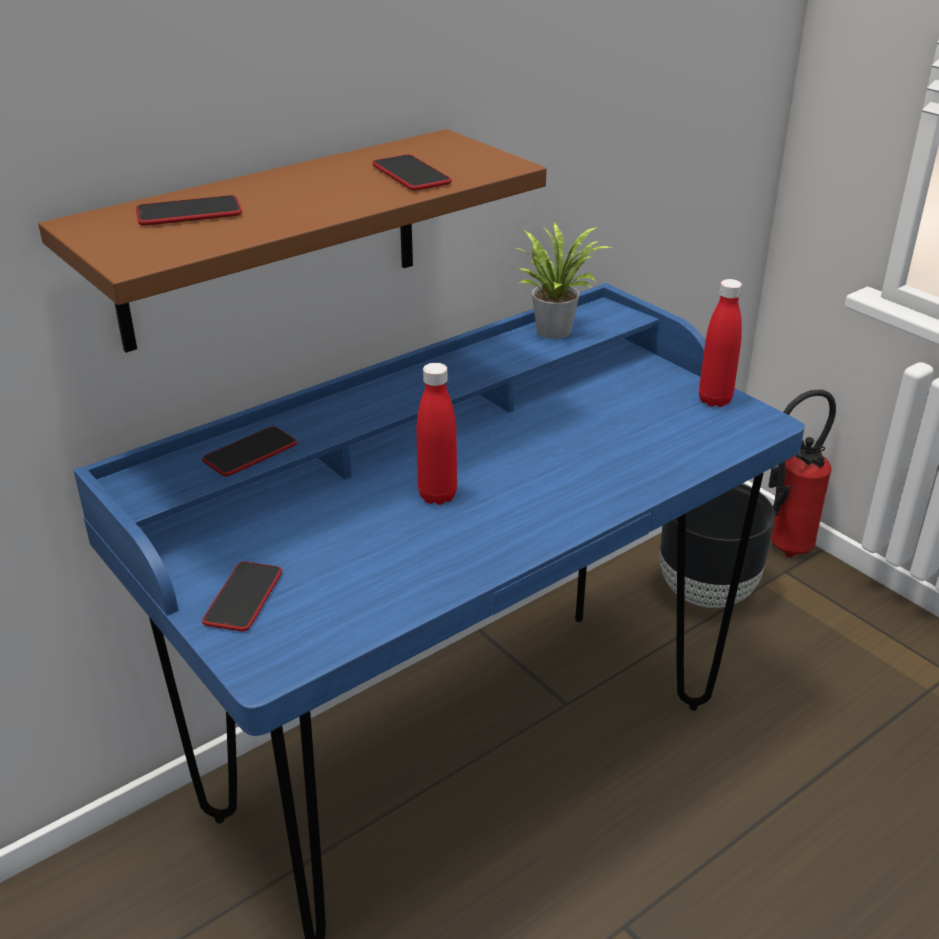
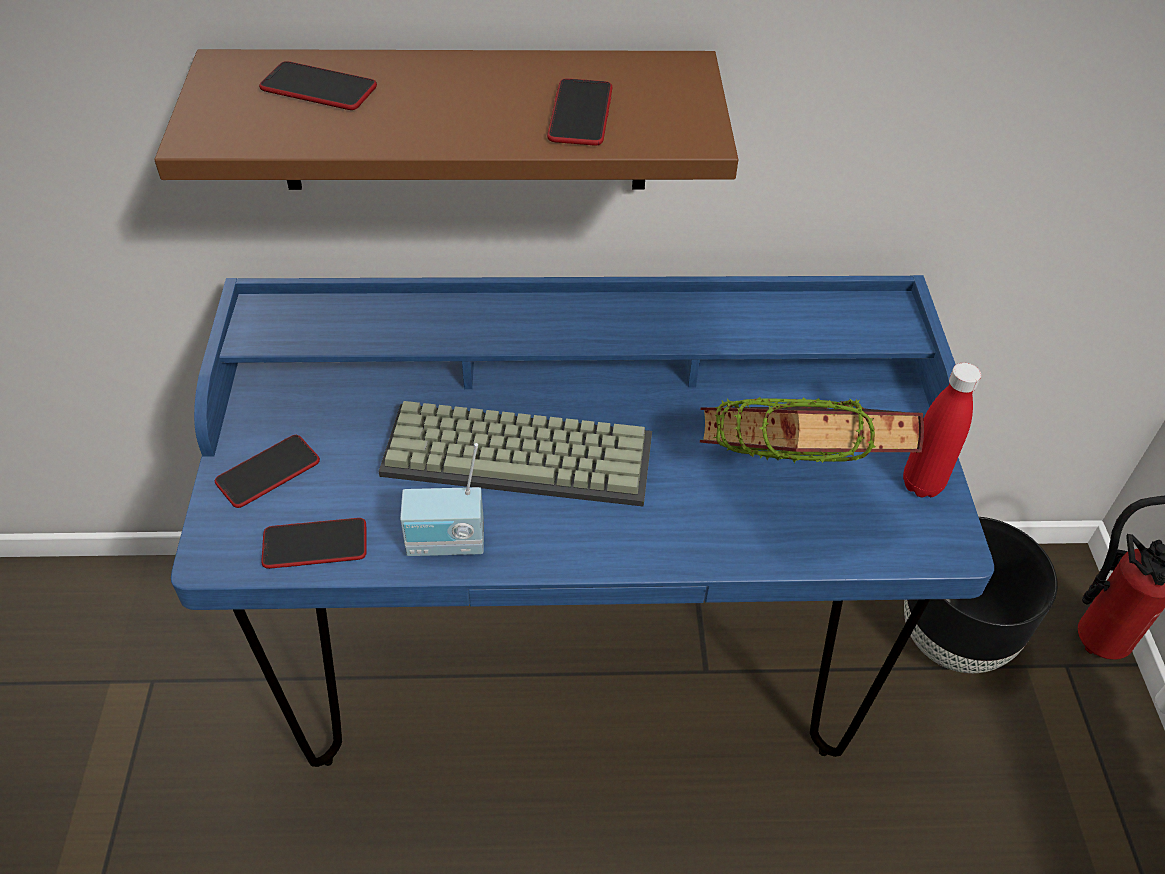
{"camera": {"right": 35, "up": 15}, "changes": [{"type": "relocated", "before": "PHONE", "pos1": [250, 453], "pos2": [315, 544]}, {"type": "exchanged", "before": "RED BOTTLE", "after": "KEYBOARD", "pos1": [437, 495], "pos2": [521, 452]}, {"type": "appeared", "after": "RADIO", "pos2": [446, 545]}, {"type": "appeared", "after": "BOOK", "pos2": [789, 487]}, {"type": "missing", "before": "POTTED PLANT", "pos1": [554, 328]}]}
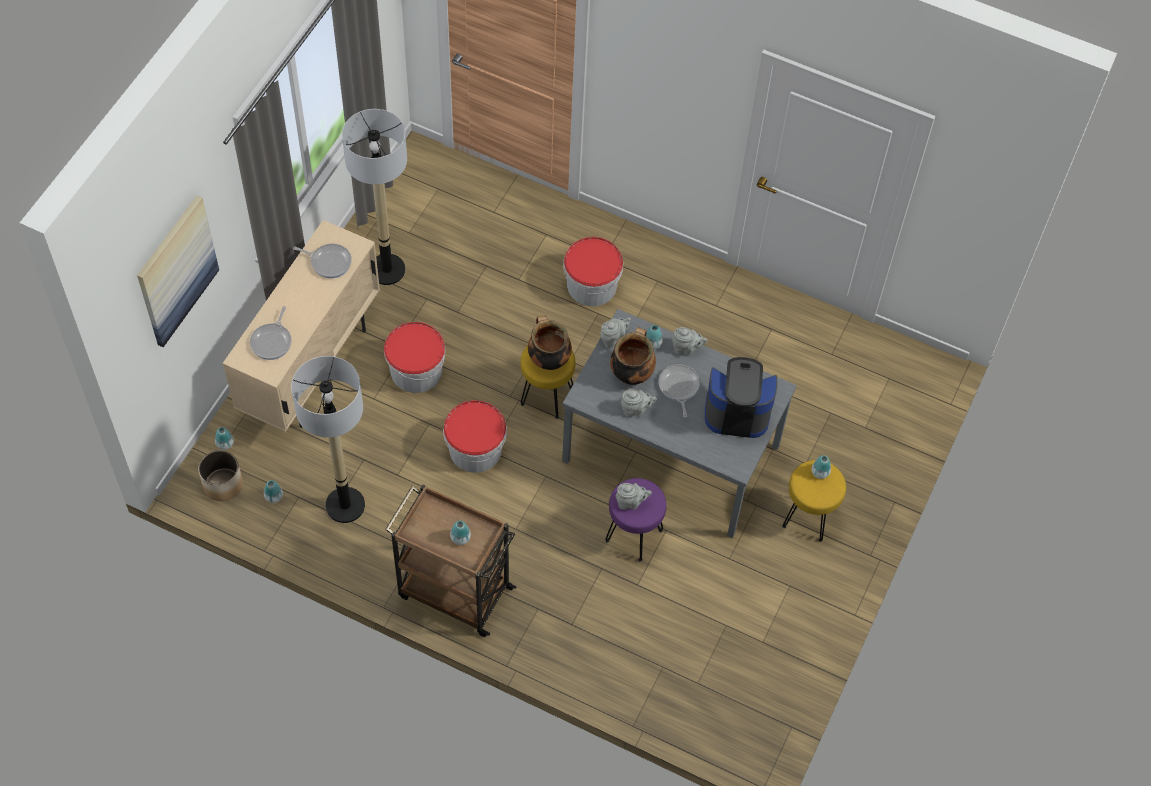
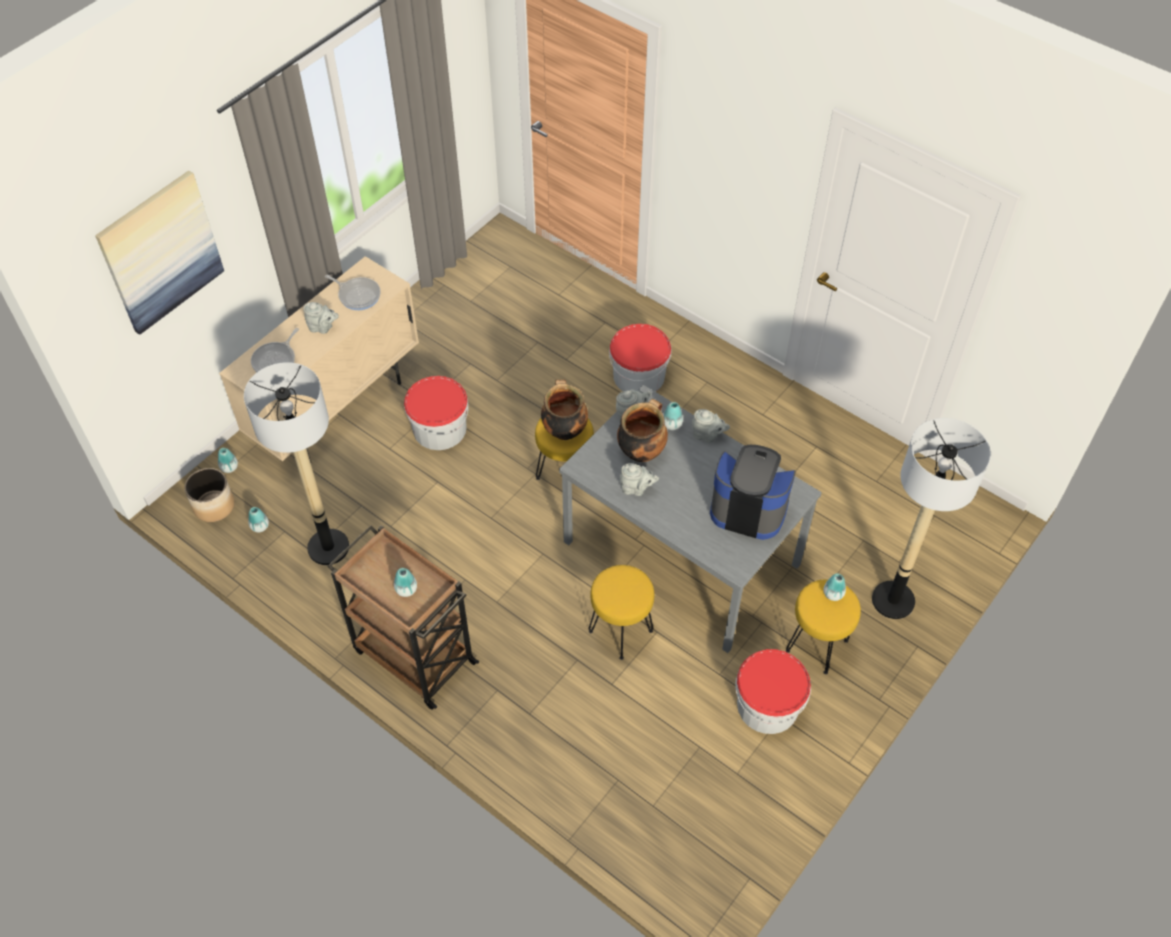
{"camera": {"right": 15, "up": -5}, "changes": [{"type": "relocated", "before": "GREY TEAPOT", "pos1": [630, 502], "pos2": [322, 328]}, {"type": "colour", "before": "PURPLE STOOL", "after": "YELLOW STOOL", "pos1": [633, 535], "pos2": [619, 631]}, {"type": "relocated", "before": "BUCKET", "pos1": [475, 449], "pos2": [767, 705]}, {"type": "relocated", "before": "FLOOR LAMP", "pos1": [386, 270], "pos2": [892, 600]}, {"type": "missing", "before": "FRYING PAN", "pos1": [678, 387]}]}
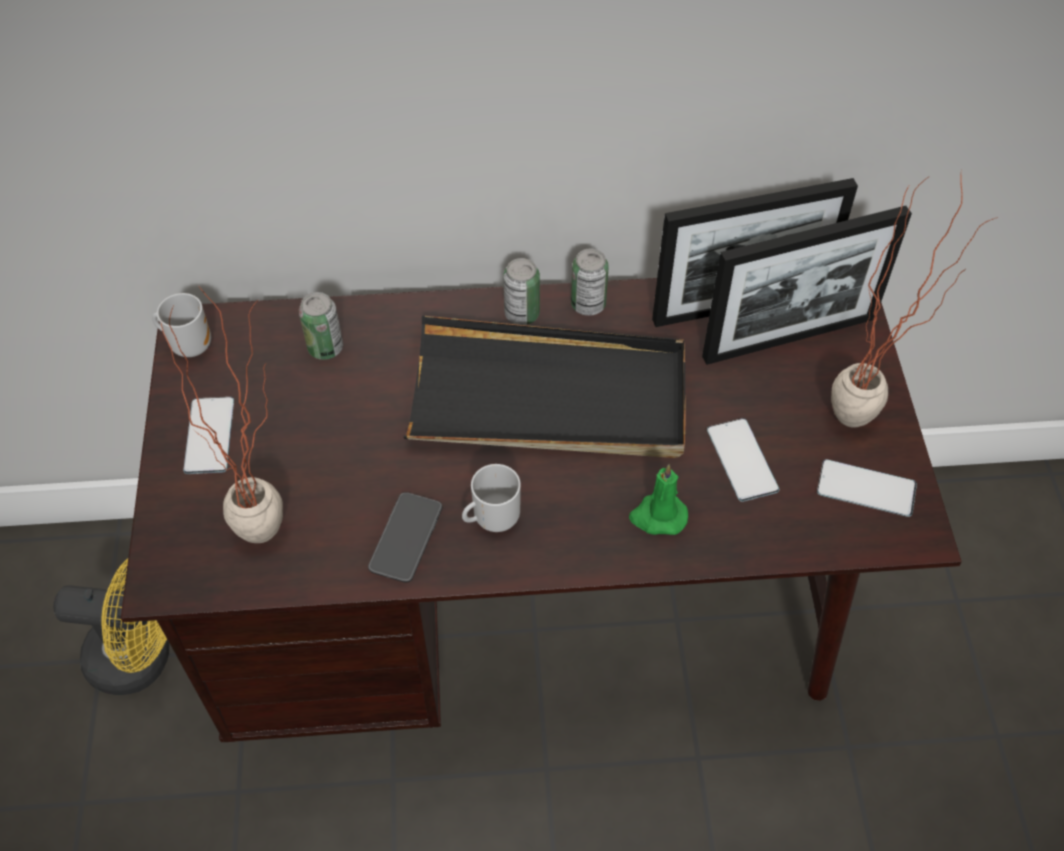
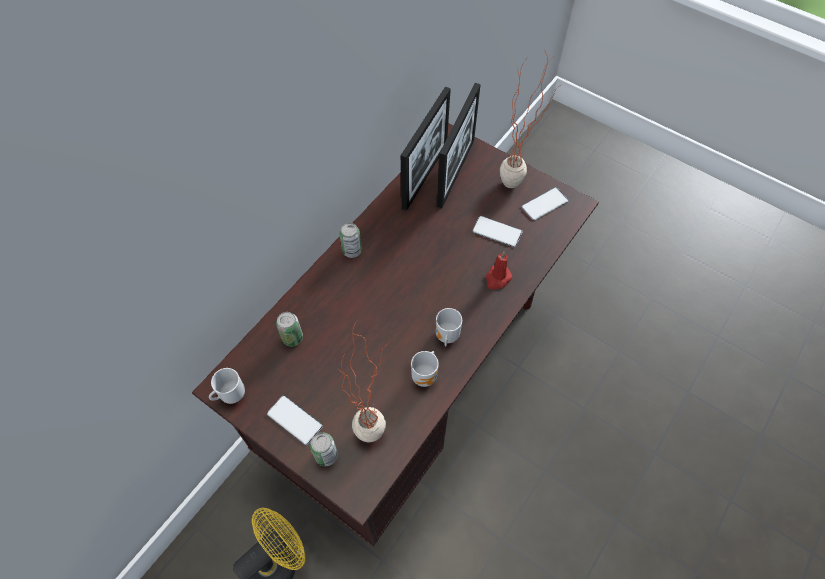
{"camera": {"right": -50, "up": 5}, "changes": [{"type": "relocated", "before": "CAN", "pos1": [588, 304], "pos2": [326, 455]}, {"type": "exchanged", "before": "PHONE", "after": "MUG", "pos1": [406, 538], "pos2": [426, 376]}, {"type": "colour", "before": "GREEN CANDLE", "after": "RED CANDLE", "pos1": [658, 516], "pos2": [497, 278]}, {"type": "missing", "before": "BLACK TRAY", "pos1": [549, 397]}]}
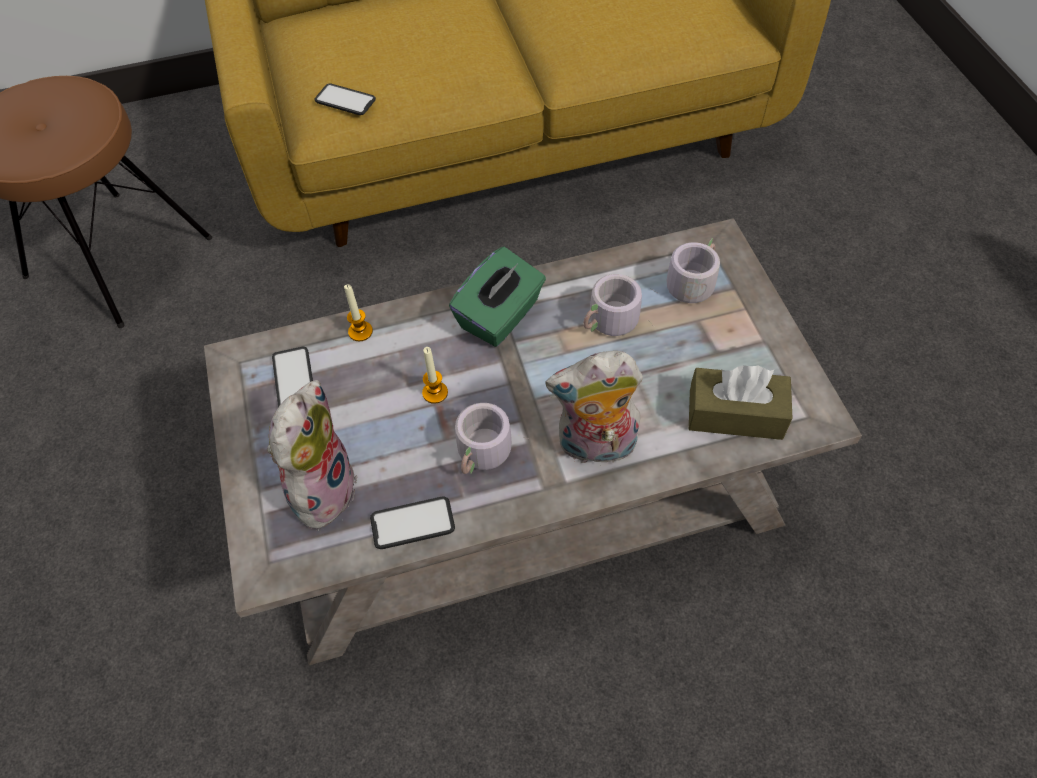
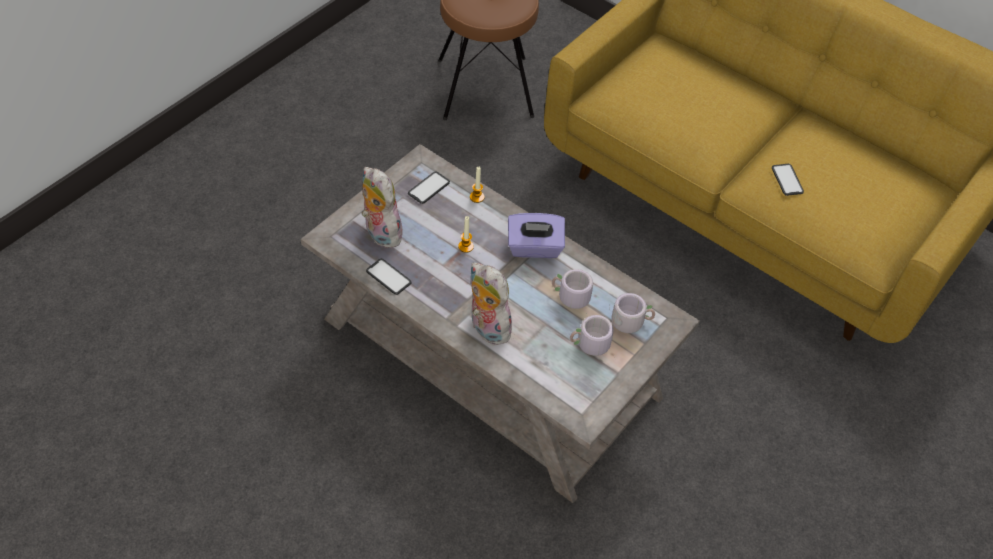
{"camera": {"right": 50, "up": -5}, "changes": [{"type": "spun", "before": "PLUSH TOY", "pos1": [321, 488], "pos2": [380, 233], "turn": -105}, {"type": "colour", "before": "GREEN TISSUE BOX", "after": "PURPLE TISSUE BOX", "pos1": [500, 316], "pos2": [534, 248]}, {"type": "relocated", "before": "GREY MUG", "pos1": [484, 455], "pos2": [590, 346]}, {"type": "relocated", "before": "PHONE", "pos1": [345, 100], "pos2": [787, 180]}, {"type": "missing", "before": "BROWN TISSUE BOX", "pos1": [735, 414]}]}
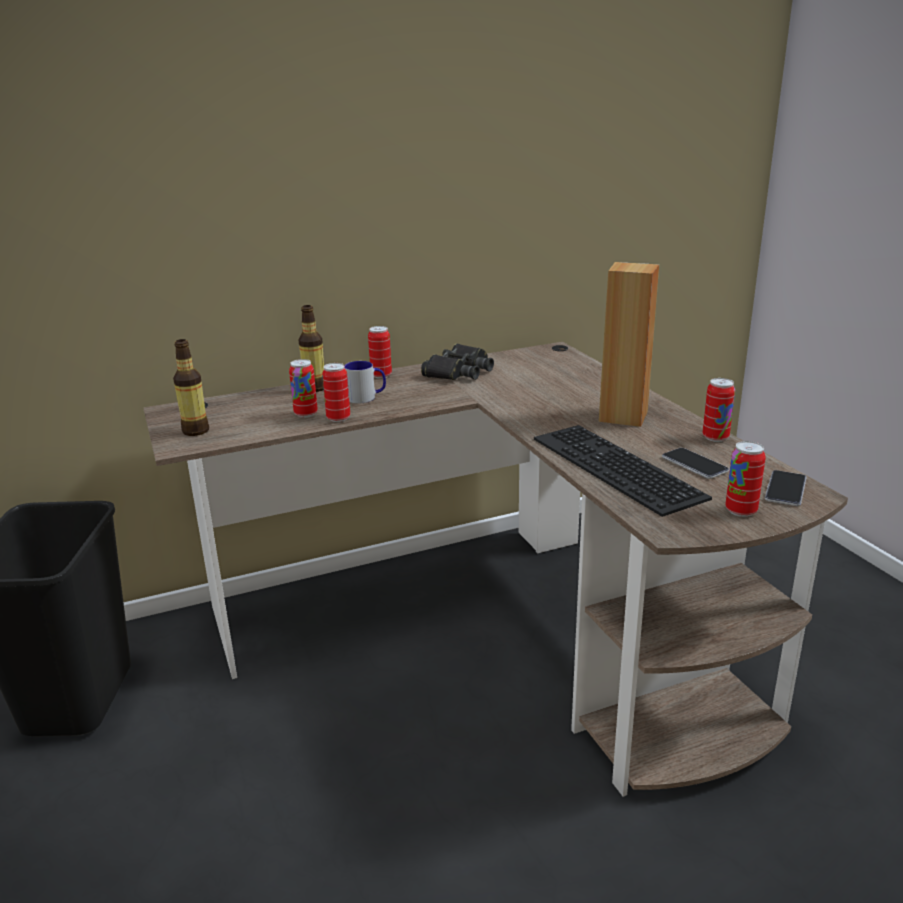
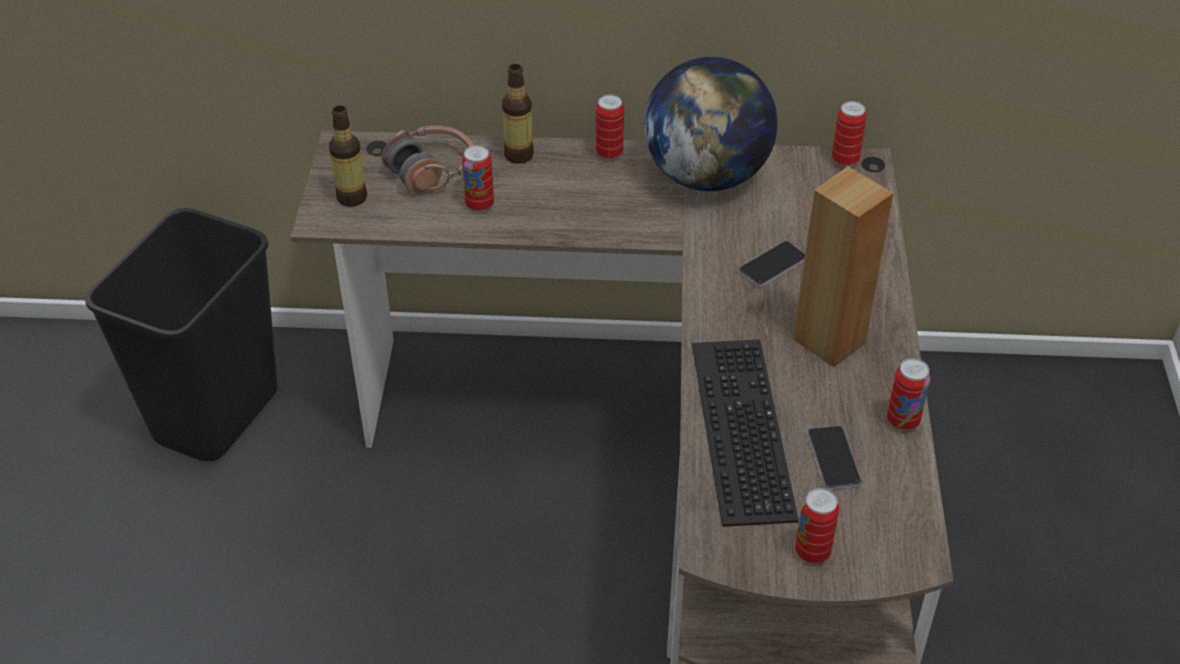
{"camera": {"right": 25, "up": 20}, "changes": [{"type": "appeared", "after": "HEADPHONES", "pos2": [432, 170]}, {"type": "exchanged", "before": "BLACK BINOCULARS", "after": "GLOBE", "pos1": [459, 371], "pos2": [706, 176]}, {"type": "relocated", "before": "PHONE", "pos1": [785, 489], "pos2": [772, 265]}, {"type": "relocated", "before": "CAN", "pos1": [338, 418], "pos2": [845, 160]}, {"type": "missing", "before": "MUG", "pos1": [366, 397]}]}
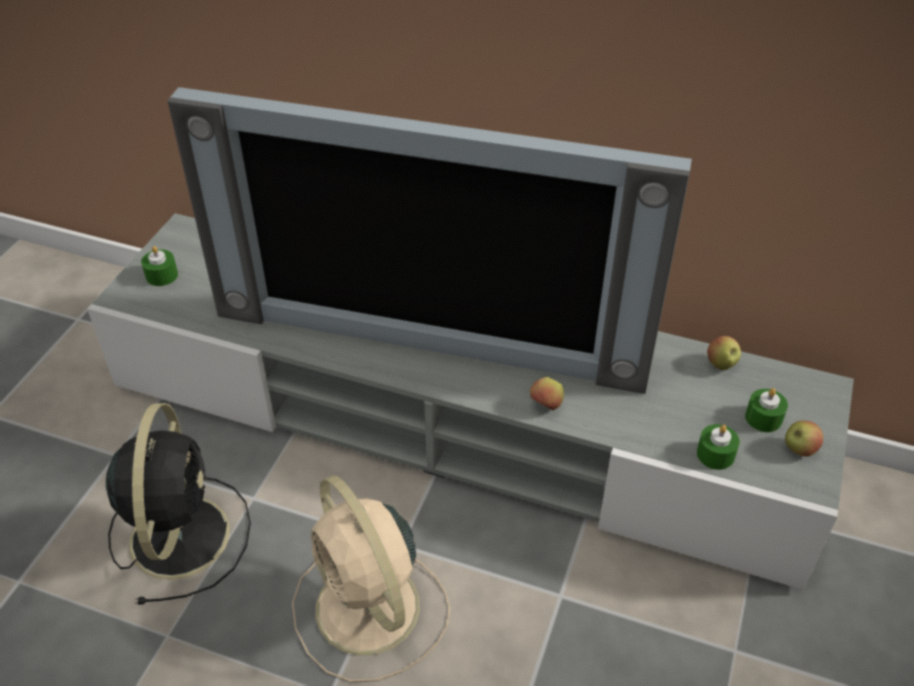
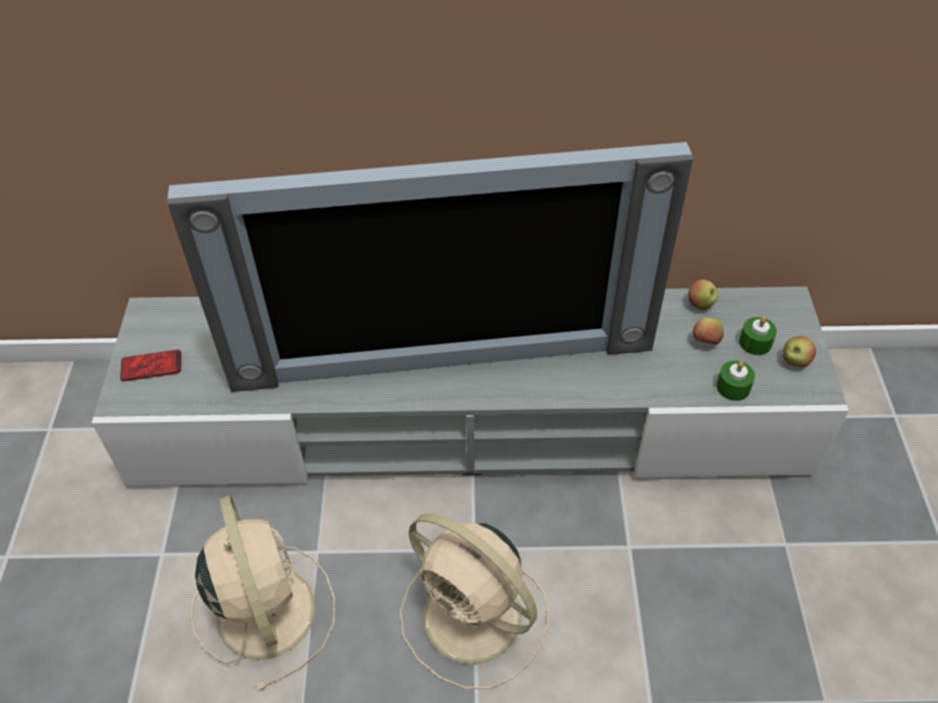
{"camera": {"right": -20, "up": 5}, "changes": [{"type": "exchanged", "before": "GREEN CANDLE", "after": "PHONE", "pos1": [162, 275], "pos2": [151, 366]}, {"type": "colour", "before": "BLACK FAN", "after": "BEIGE FAN", "pos1": [180, 533], "pos2": [265, 608]}, {"type": "relocated", "before": "APPLE", "pos1": [546, 405], "pos2": [705, 342]}]}
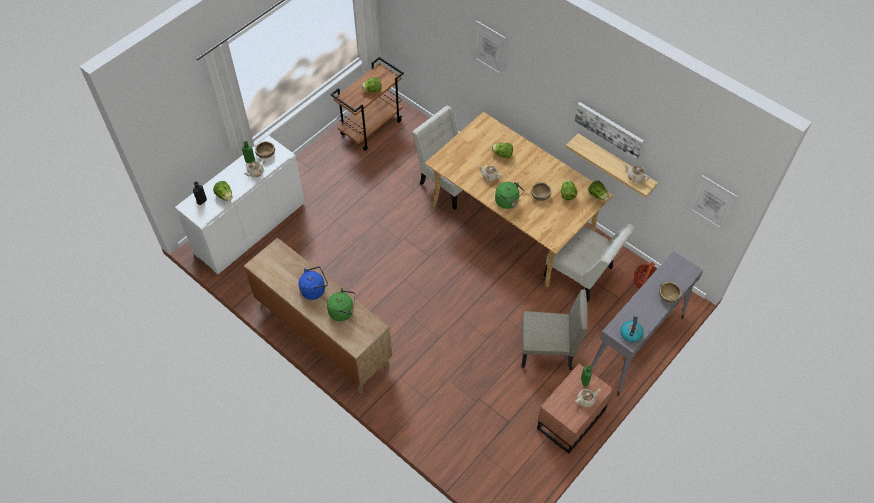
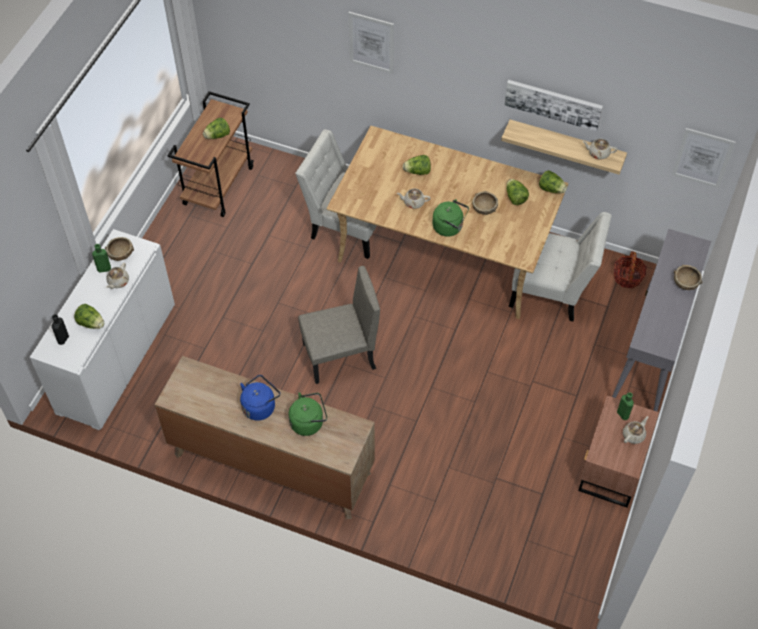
{"camera": {"right": -20, "up": 0}, "changes": [{"type": "relocated", "before": "BEIGE CHAIR", "pos1": [546, 351], "pos2": [339, 356]}, {"type": "missing", "before": "KETTLE", "pos1": [630, 333]}]}
